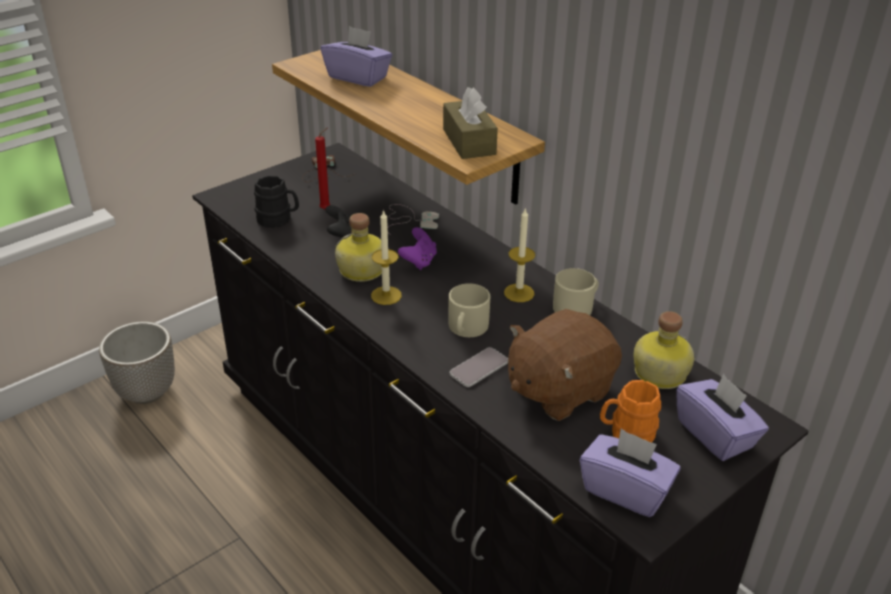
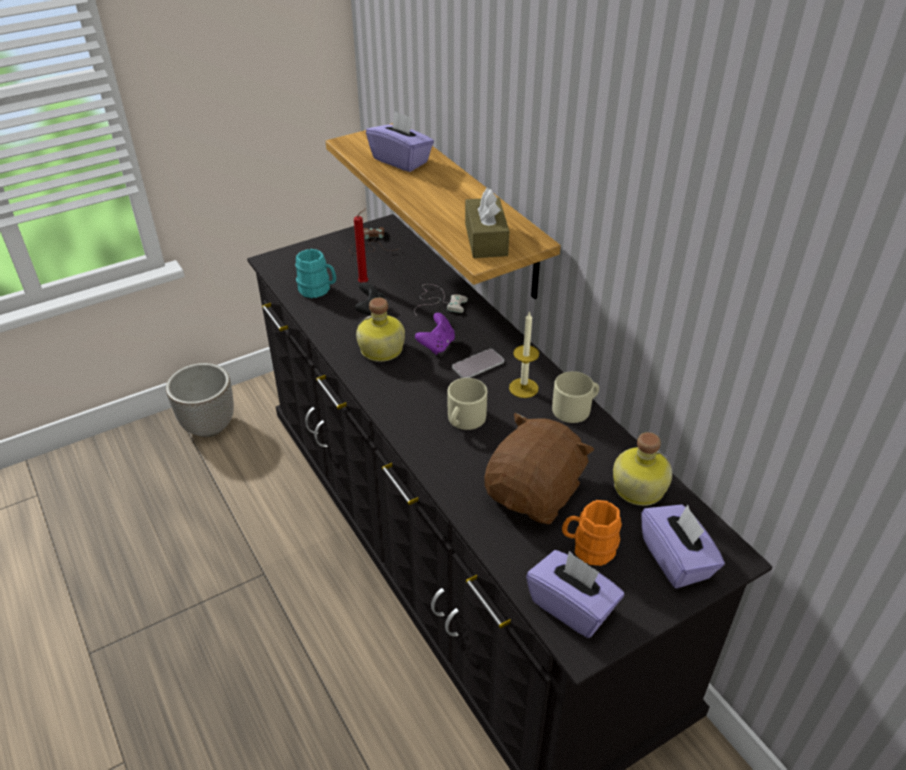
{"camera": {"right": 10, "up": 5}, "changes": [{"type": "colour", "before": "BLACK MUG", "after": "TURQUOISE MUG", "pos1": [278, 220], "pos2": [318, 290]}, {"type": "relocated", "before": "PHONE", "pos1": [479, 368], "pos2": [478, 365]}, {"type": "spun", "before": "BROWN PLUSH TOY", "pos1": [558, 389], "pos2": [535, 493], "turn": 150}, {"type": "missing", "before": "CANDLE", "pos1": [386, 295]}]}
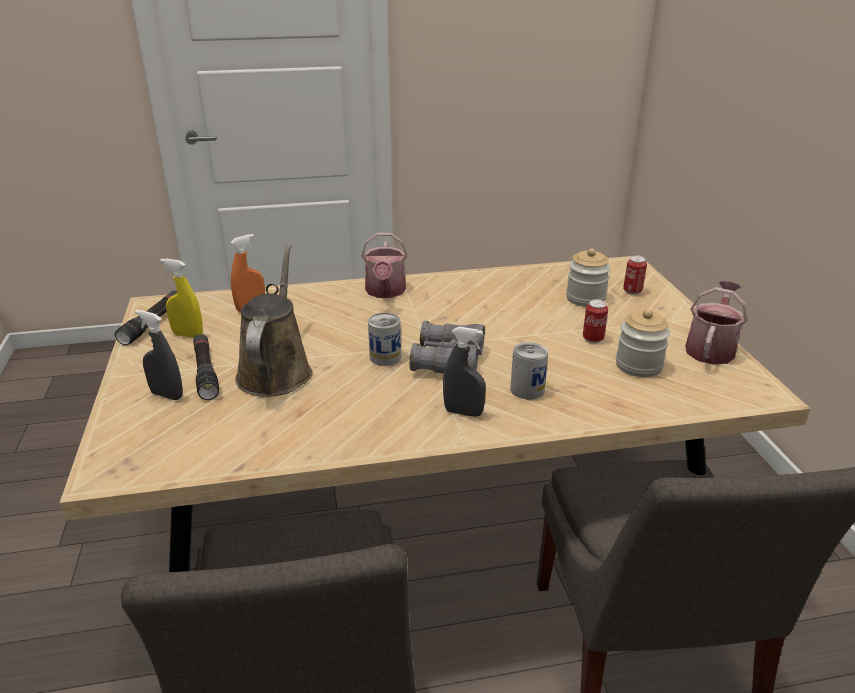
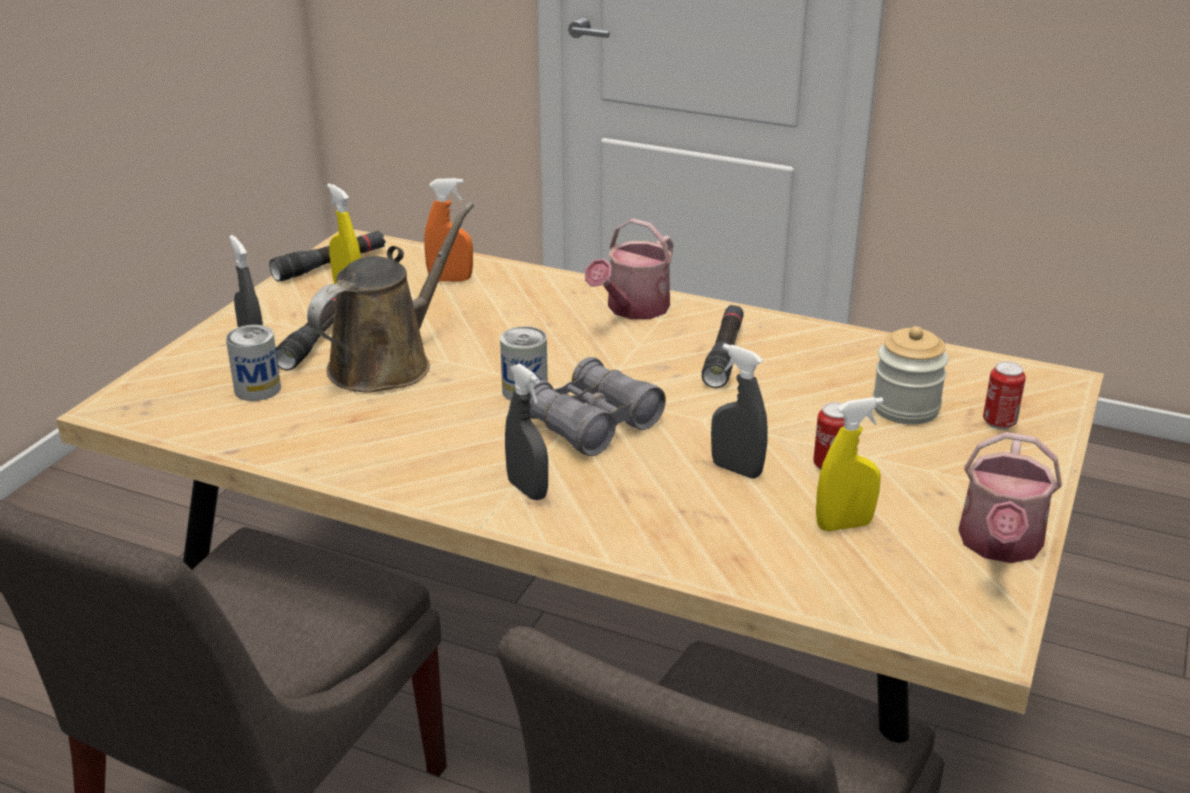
{"camera": {"right": 35, "up": 0}, "changes": [{"type": "relocated", "before": "CAN", "pos1": [527, 389], "pos2": [257, 389]}, {"type": "appeared", "after": "BLACK FLASHLIGHT", "pos2": [724, 355]}, {"type": "appeared", "after": "GREY SPRAY BOTTLE", "pos2": [736, 469]}, {"type": "exchanged", "before": "JAR", "after": "YELLOW SPRAY BOTTLE", "pos1": [638, 365], "pos2": [844, 525]}, {"type": "spun", "before": "WATERING CAN", "pos1": [711, 348], "pos2": [999, 545], "turn": 135}]}
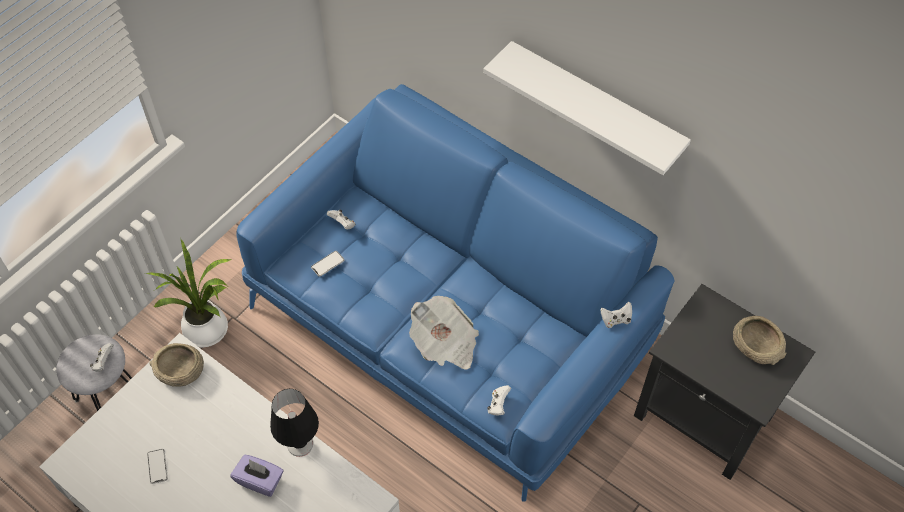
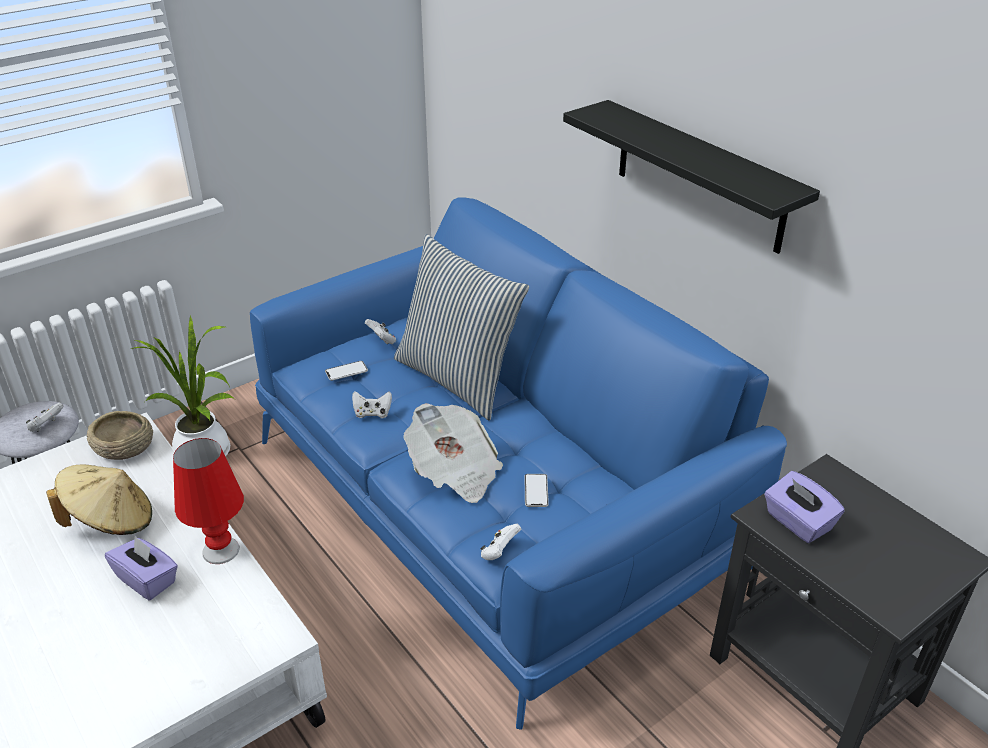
{"camera": {"right": 15, "up": -20}, "changes": [{"type": "appeared", "after": "BEIGE HAT", "pos2": [111, 521]}, {"type": "colour", "before": "BLACK TABLE LAMP", "after": "RED TABLE LAMP", "pos1": [299, 444], "pos2": [220, 550]}, {"type": "relocated", "before": "WHITE GAME CONTROLLER", "pos1": [616, 320], "pos2": [372, 413]}, {"type": "appeared", "after": "PILLOW", "pos2": [458, 379]}, {"type": "relocated", "before": "PHONE", "pos1": [157, 466], "pos2": [536, 491]}, {"type": "colour", "before": "WHITE SHELF", "after": "BLACK SHELF", "pos1": [595, 107], "pos2": [699, 176]}, {"type": "appeared", "after": "PURPLE TISSUE BOX", "pos2": [797, 522]}, {"type": "missing", "before": "BEIGE BOWL", "pos1": [756, 346]}]}
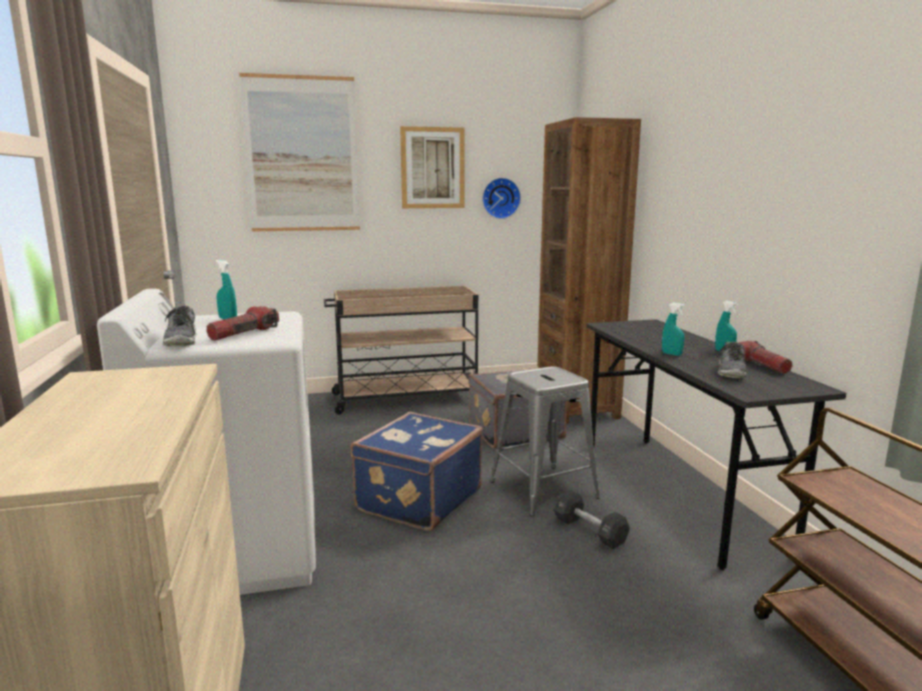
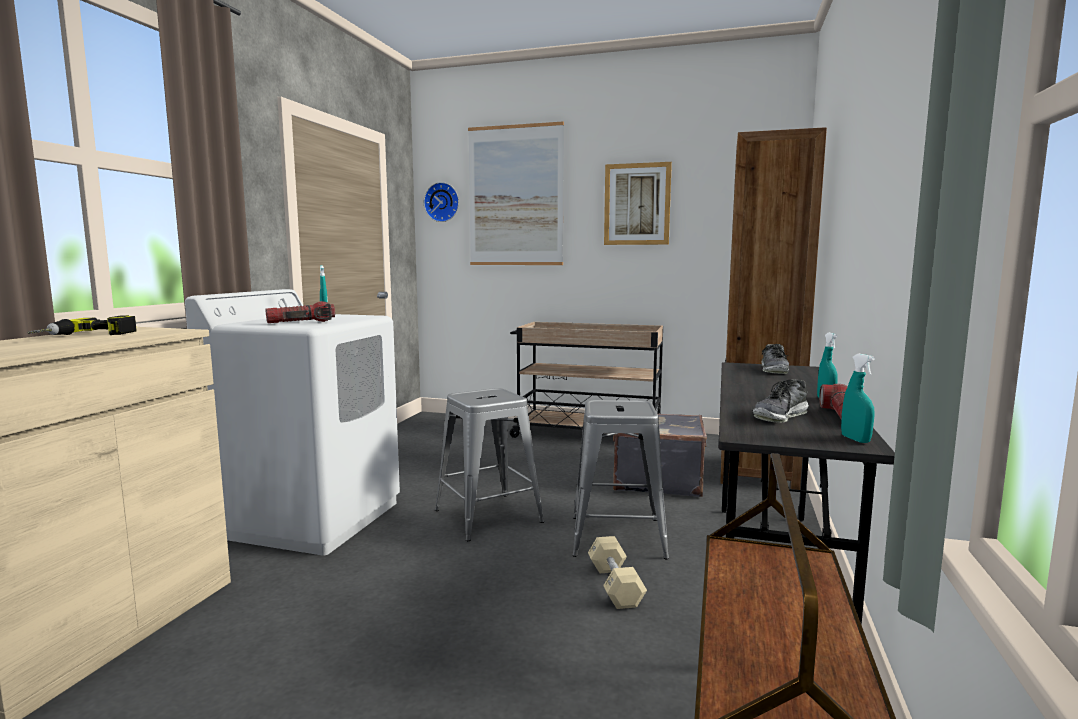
{"camera": {"right": 30, "up": -5}, "changes": [{"type": "appeared", "after": "POWER DRILL", "pos2": [86, 336]}, {"type": "relocated", "before": "WALL CLOCK", "pos1": [500, 198], "pos2": [442, 202]}, {"type": "exchanged", "before": "BLUE SUITCASE", "after": "GREY STOOL", "pos1": [417, 499], "pos2": [488, 516]}, {"type": "colour", "before": "BLACK DUMBBELL", "after": "BEIGE DUMBBELL", "pos1": [589, 531], "pos2": [615, 585]}, {"type": "relocated", "before": "SHOE", "pos1": [182, 340], "pos2": [774, 370]}, {"type": "relocated", "before": "TURQUOISE SPRAY BOTTLE", "pos1": [671, 354], "pos2": [855, 439]}]}
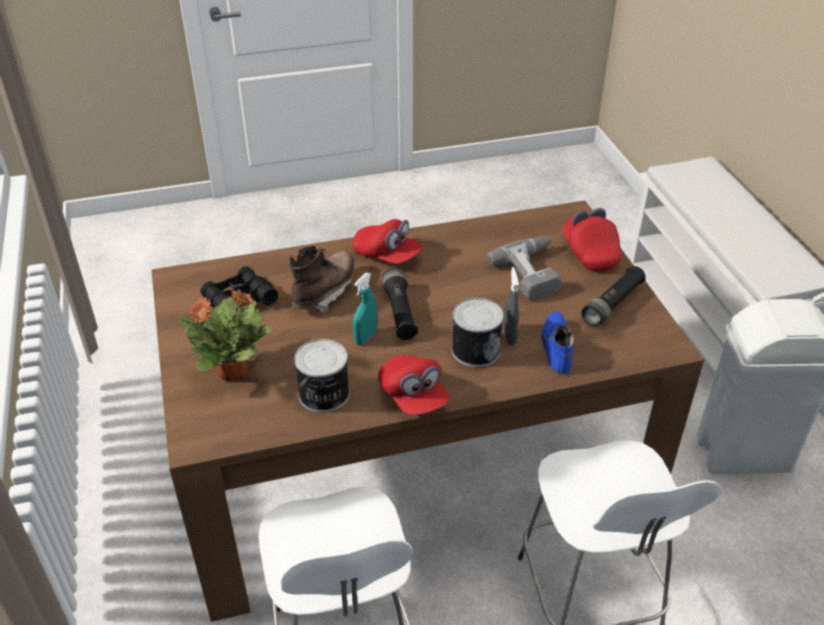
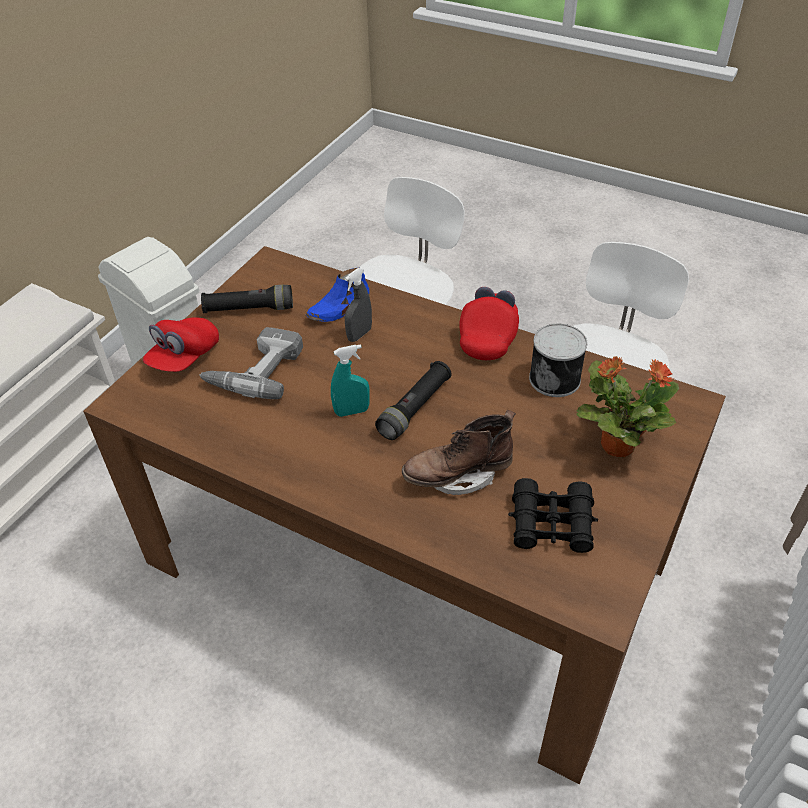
{"camera": {"right": -135, "up": 5}, "changes": [{"type": "relocated", "before": "TURQUOISE SPRAY BOTTLE", "pos1": [365, 337], "pos2": [352, 411]}, {"type": "missing", "before": "RED CAP", "pos1": [387, 256]}, {"type": "missing", "before": "CAN", "pos1": [475, 349]}]}
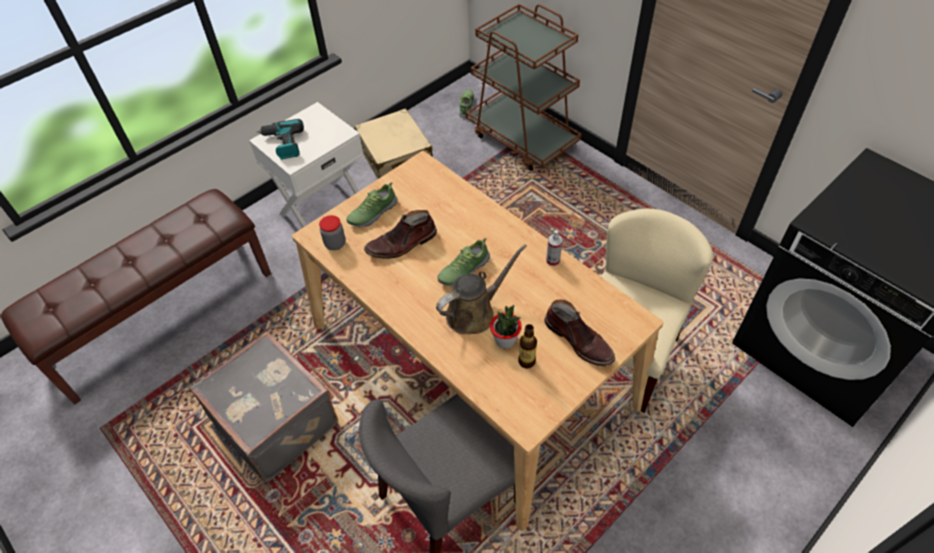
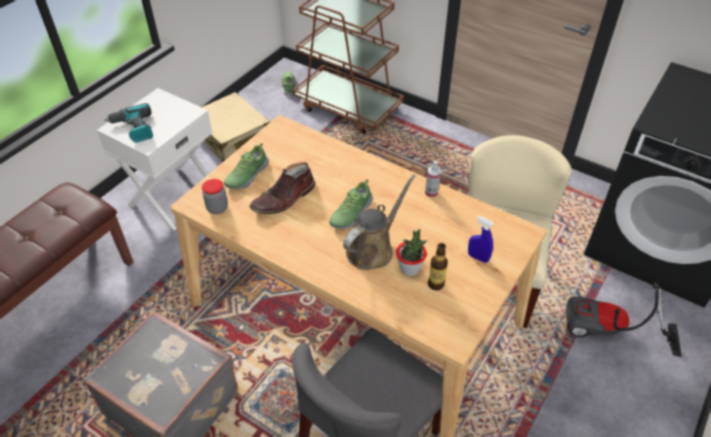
{"camera": {"right": -15, "up": -5}, "changes": [{"type": "exchanged", "before": "BROWN BOOT", "after": "BLUE SPRAY BOTTLE", "pos1": [579, 340], "pos2": [478, 257]}, {"type": "appeared", "after": "VACUUM CLEANER", "pos2": [609, 332]}]}
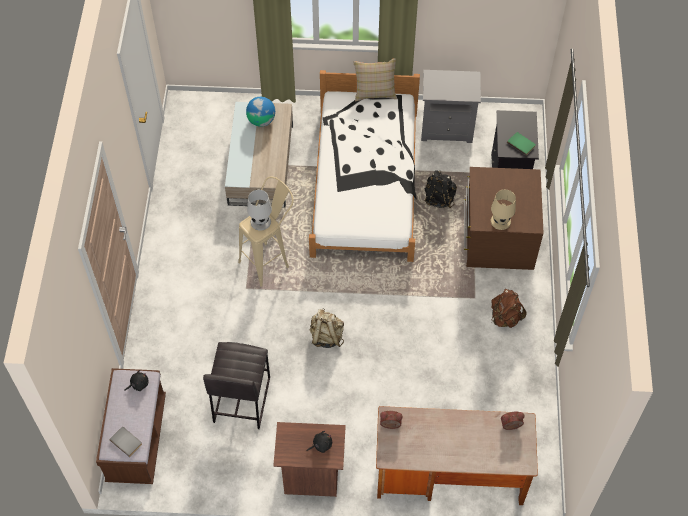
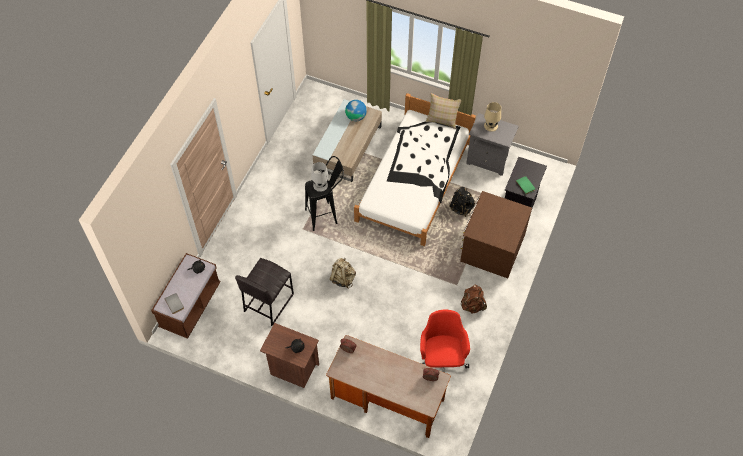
{"camera": {"right": 20, "up": 0}, "changes": [{"type": "colour", "before": "BEIGE STOOL", "after": "BLACK STOOL", "pos1": [269, 260], "pos2": [326, 215]}, {"type": "appeared", "after": "RED OFFICE CHAIR", "pos2": [441, 360]}, {"type": "relocated", "before": "BEIGE TABLE LAMP", "pos1": [501, 221], "pos2": [491, 126]}]}
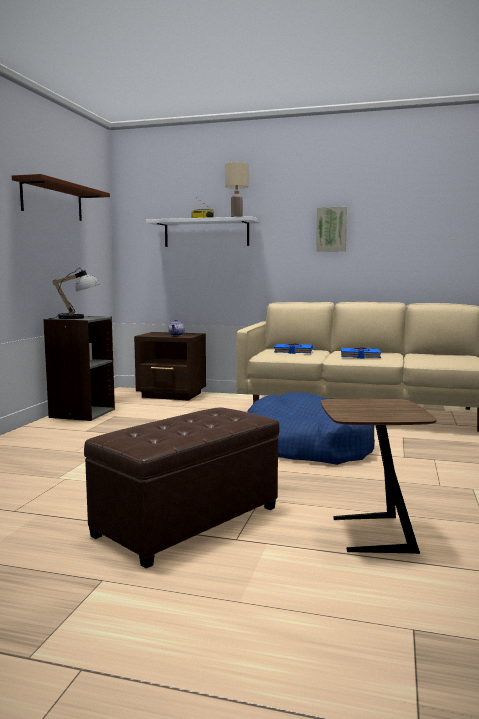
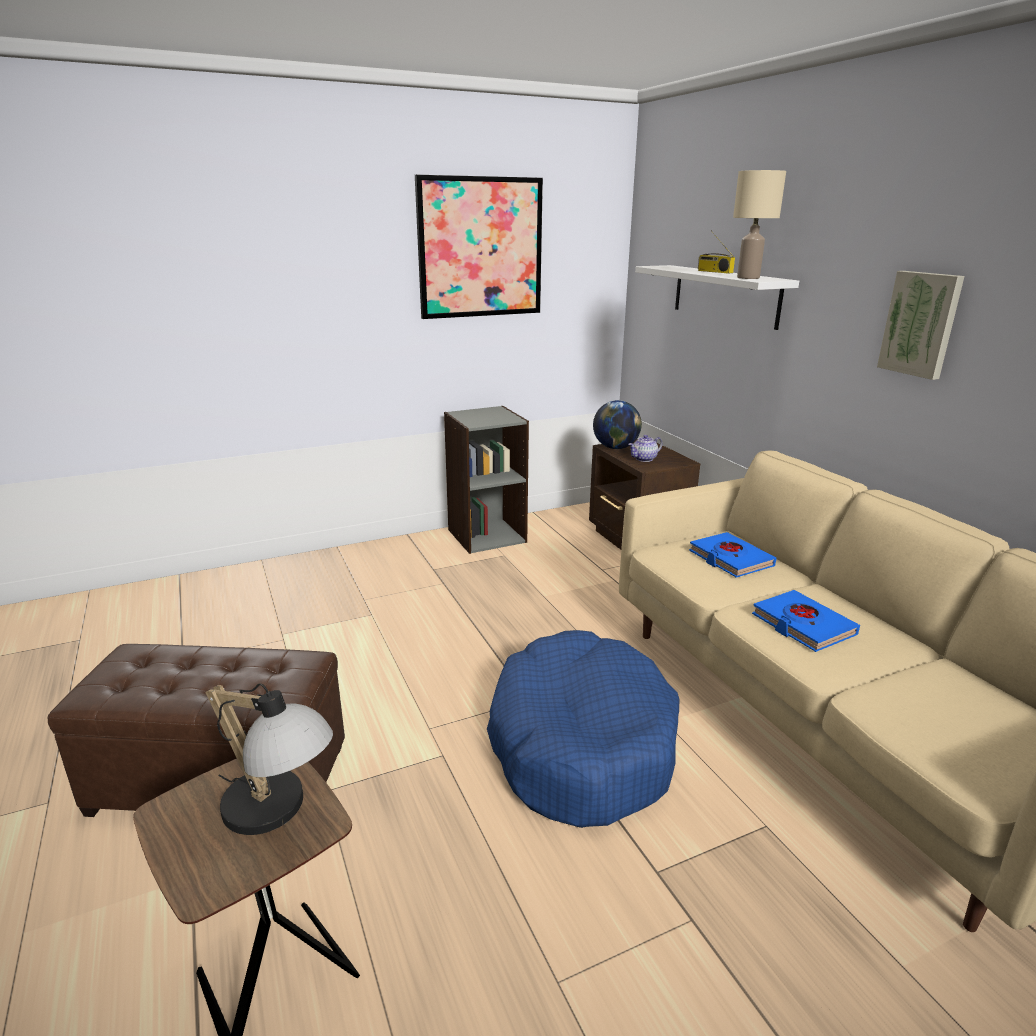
{"camera": {"right": 50, "up": 15}, "changes": [{"type": "relocated", "before": "TABLE LAMP", "pos1": [78, 318], "pos2": [278, 813]}, {"type": "exchanged", "before": "BROWN SHELF", "after": "PICTURE", "pos1": [52, 201], "pos2": [480, 248]}, {"type": "appeared", "after": "GLOBE", "pos2": [615, 448]}]}
